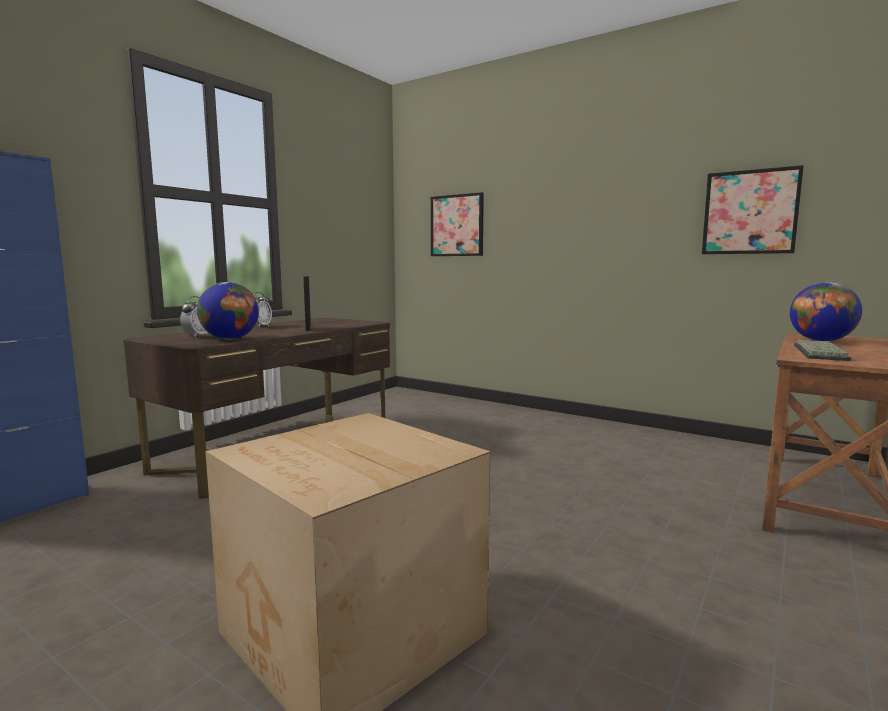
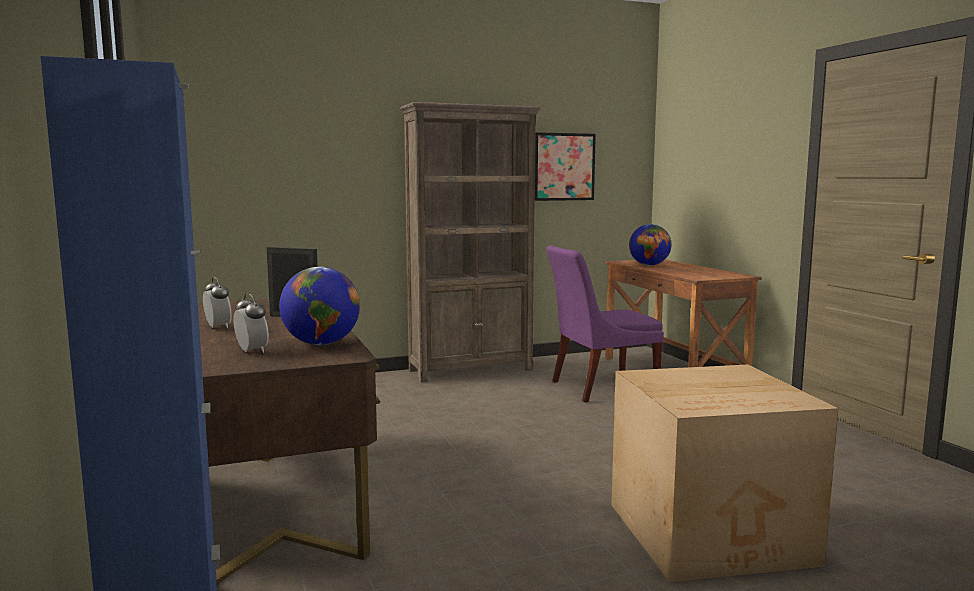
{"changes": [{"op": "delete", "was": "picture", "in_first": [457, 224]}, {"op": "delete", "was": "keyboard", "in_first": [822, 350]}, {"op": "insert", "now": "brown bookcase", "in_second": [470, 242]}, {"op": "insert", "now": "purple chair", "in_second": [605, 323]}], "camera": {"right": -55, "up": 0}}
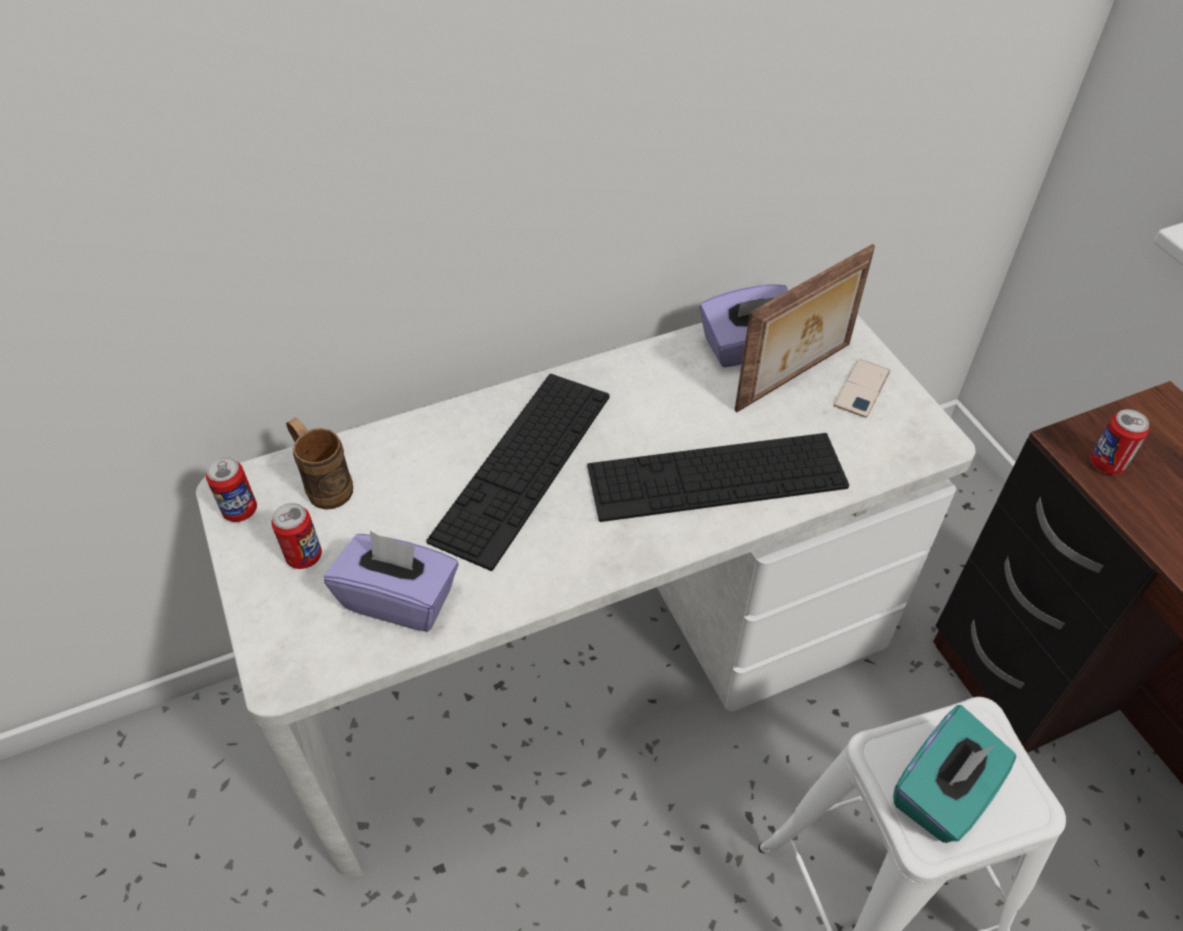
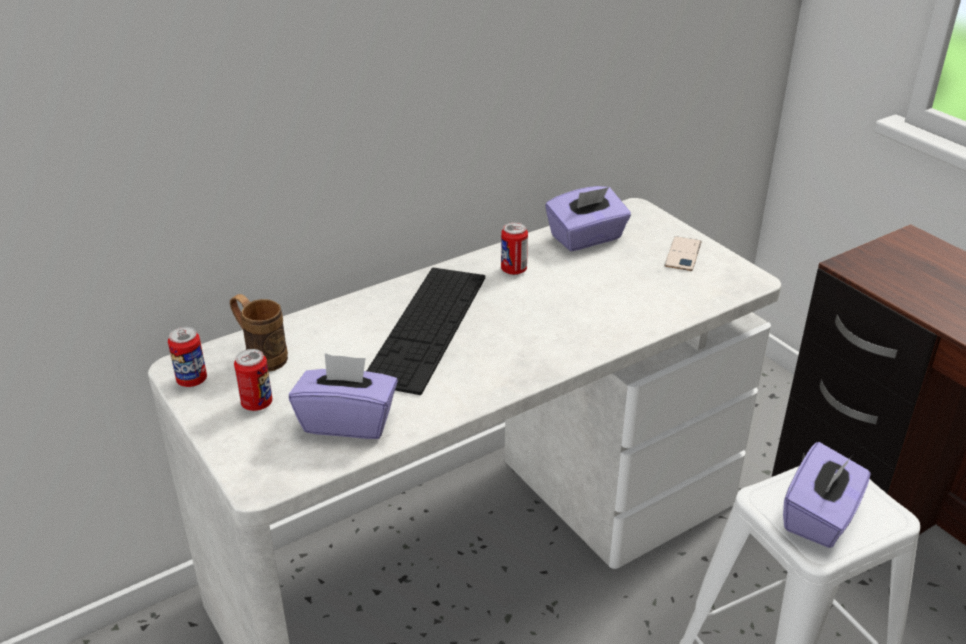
{"changes": [{"op": "delete", "was": "keyboard", "in_first": [718, 477]}, {"op": "delete", "was": "picture frame", "in_first": [804, 328]}, {"op": "move", "was": "can", "in_first": [1119, 442], "in_second": [514, 248]}, {"op": "recolor", "was": "turquoise tissue box", "now": "purple tissue box", "in_first": [955, 774], "in_second": [827, 495]}], "camera": {"right": -10, "up": -15}}
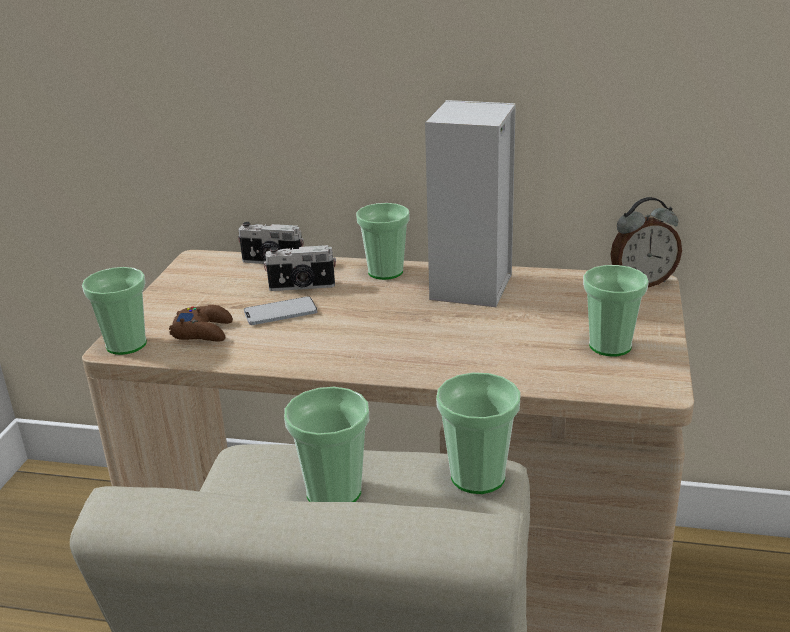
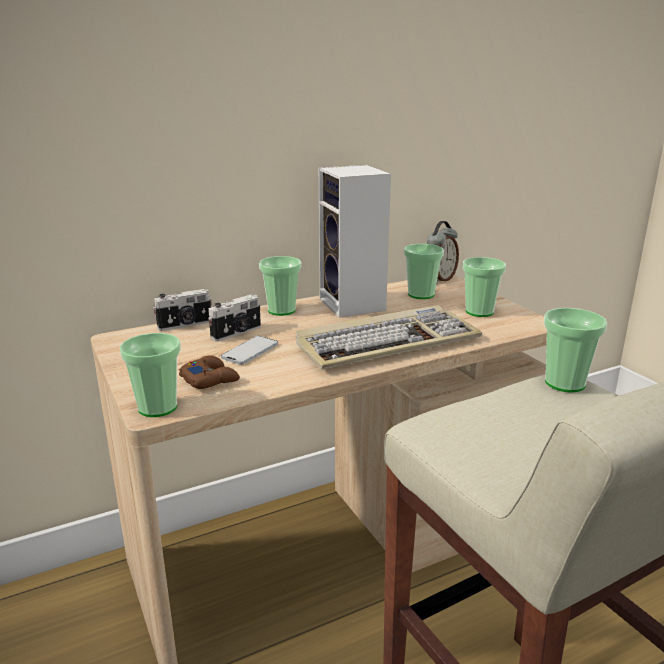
{"changes": [{"op": "insert", "now": "keyboard", "in_second": [389, 337]}, {"op": "move", "was": "cup", "in_first": [326, 444], "in_second": [424, 271]}], "camera": {"right": -40, "up": -5}}
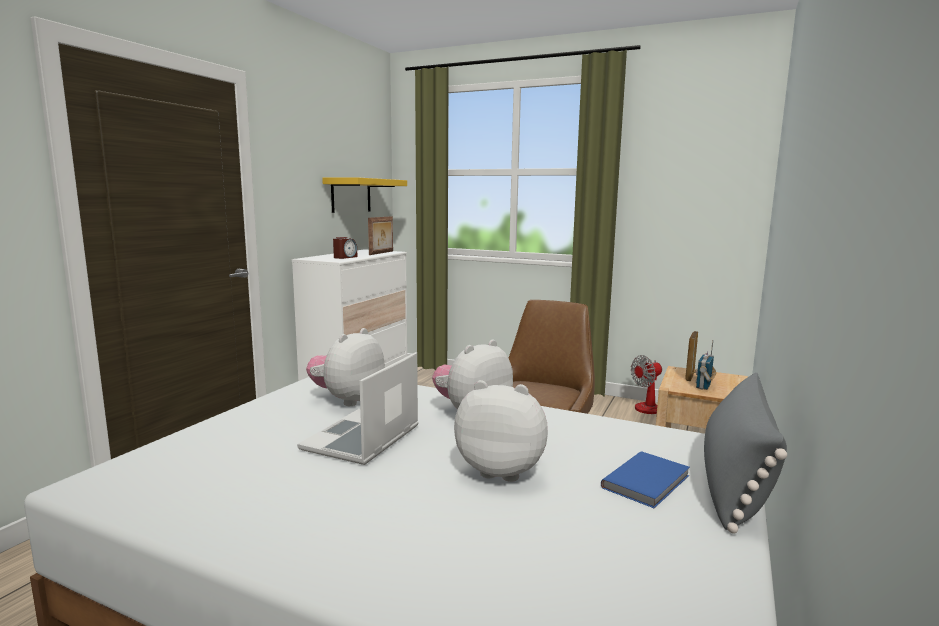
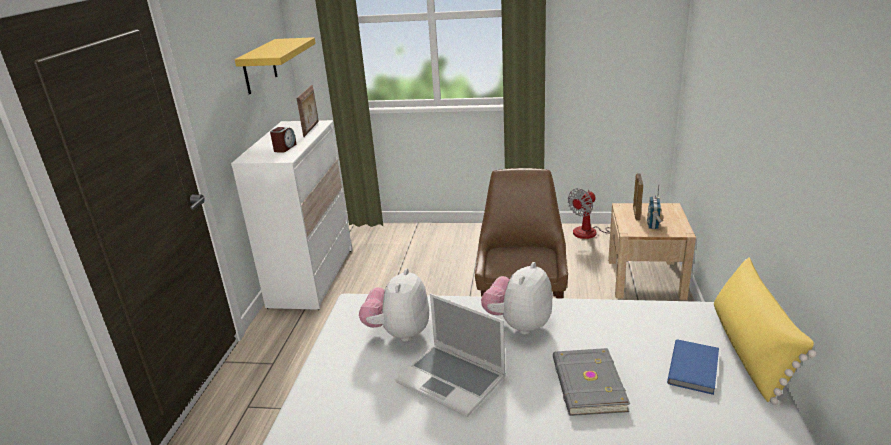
{"changes": [{"op": "replace", "was": "plush toy", "now": "grey book", "in_first": [501, 431], "in_second": [591, 382]}, {"op": "recolor", "was": "grey pillow", "now": "yellow pillow", "in_first": [745, 453], "in_second": [765, 331]}, {"op": "rotate", "was": "laptop", "in_first": [357, 408], "in_second": [450, 355], "clockwise": -60}], "camera": {"right": -15, "up": 15}}
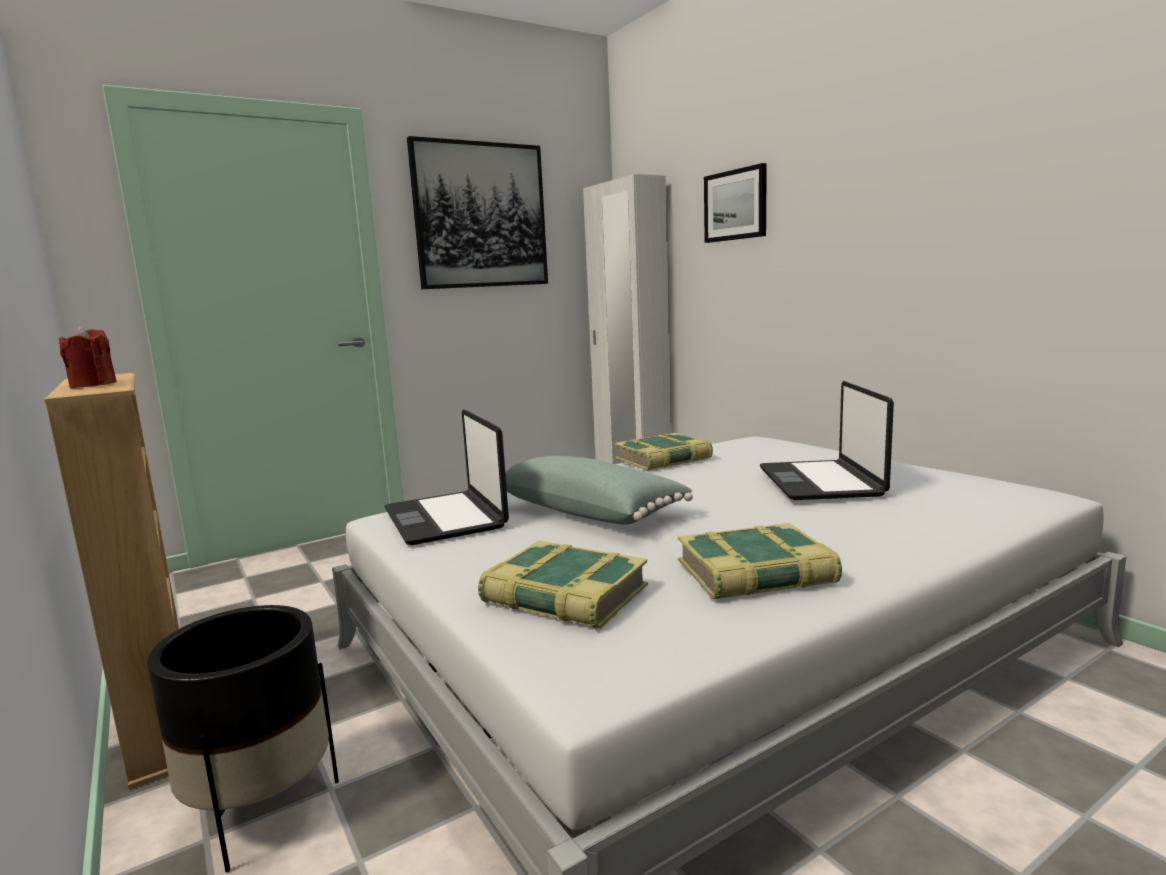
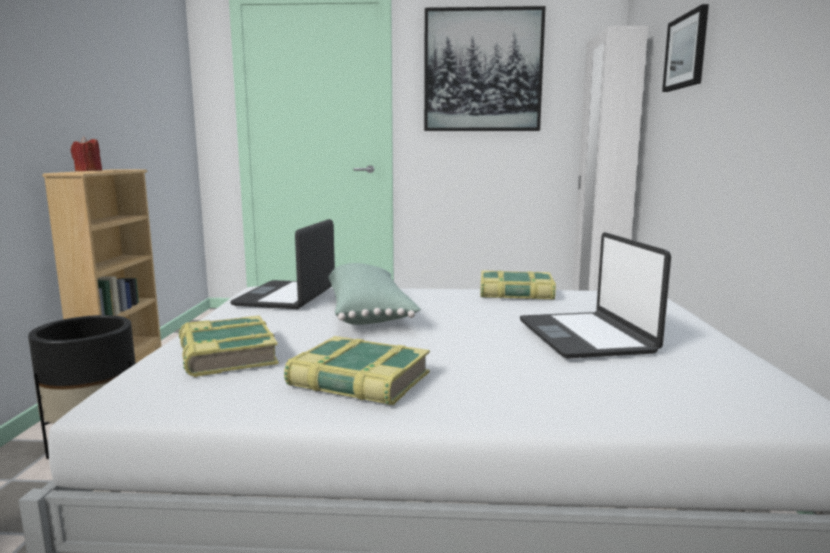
{"changes": [{"op": "rotate", "was": "laptop", "in_first": [827, 440], "in_second": [595, 295], "clockwise": -45}], "camera": {"right": 35, "up": 0}}
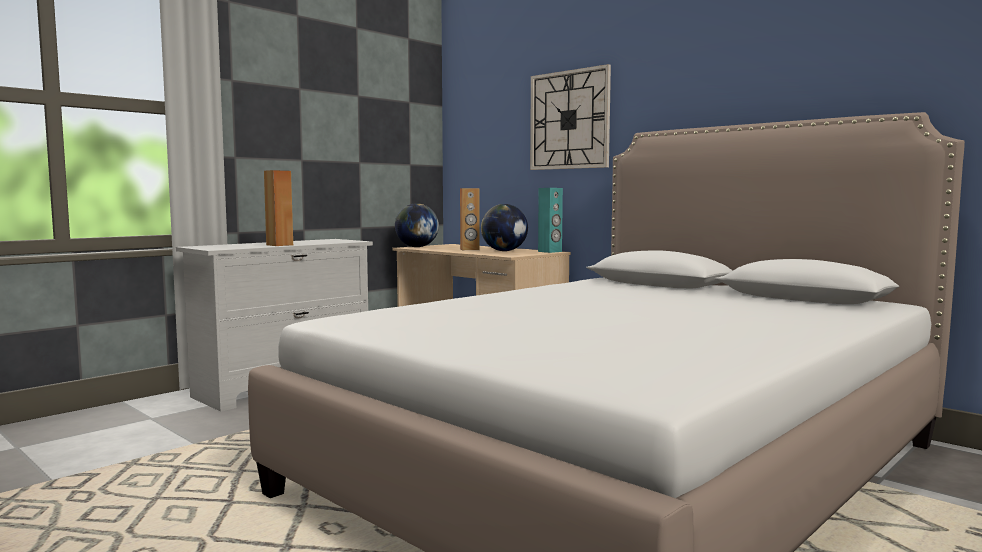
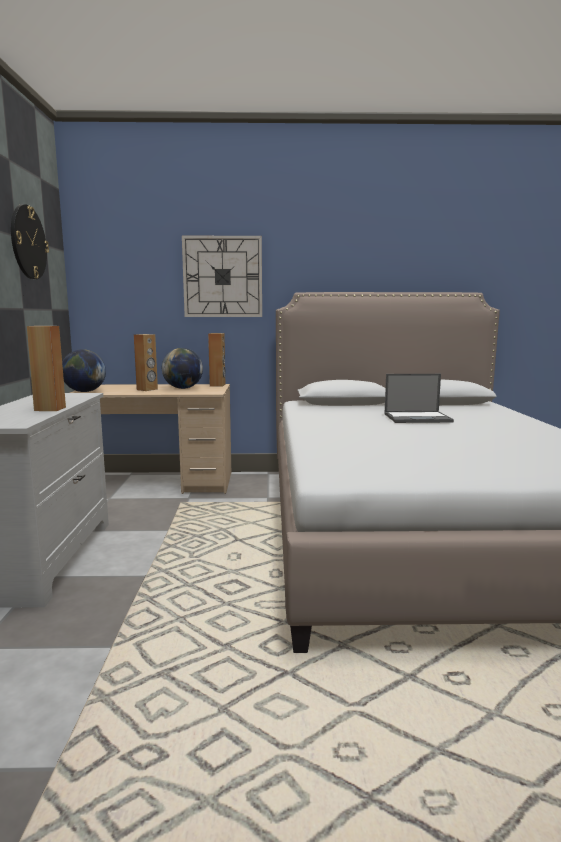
{"changes": [{"op": "insert", "now": "wall clock", "in_second": [30, 241]}, {"op": "insert", "now": "laptop", "in_second": [419, 398]}, {"op": "recolor", "was": "turquoise speaker", "now": "brown speaker", "in_first": [550, 220], "in_second": [217, 360]}], "camera": {"right": -45, "up": 5}}
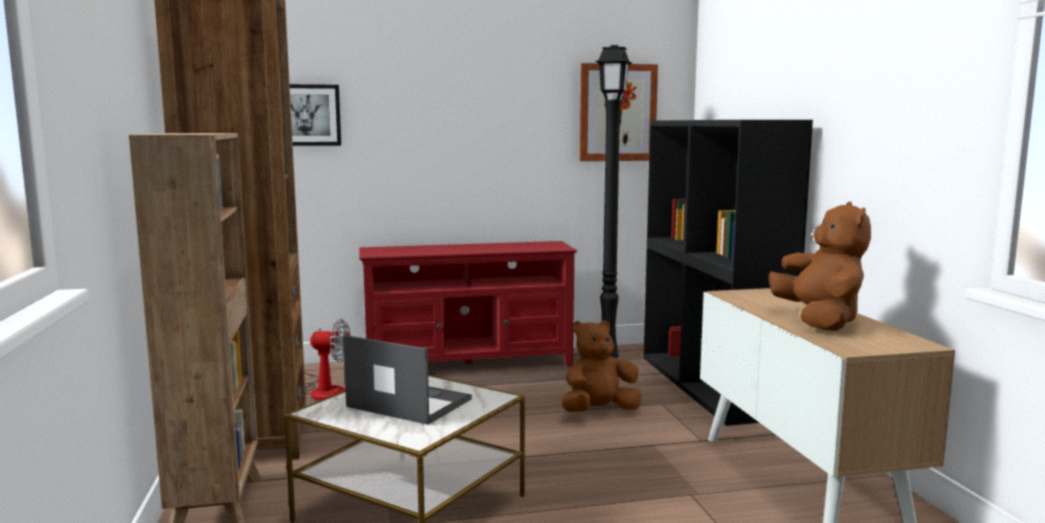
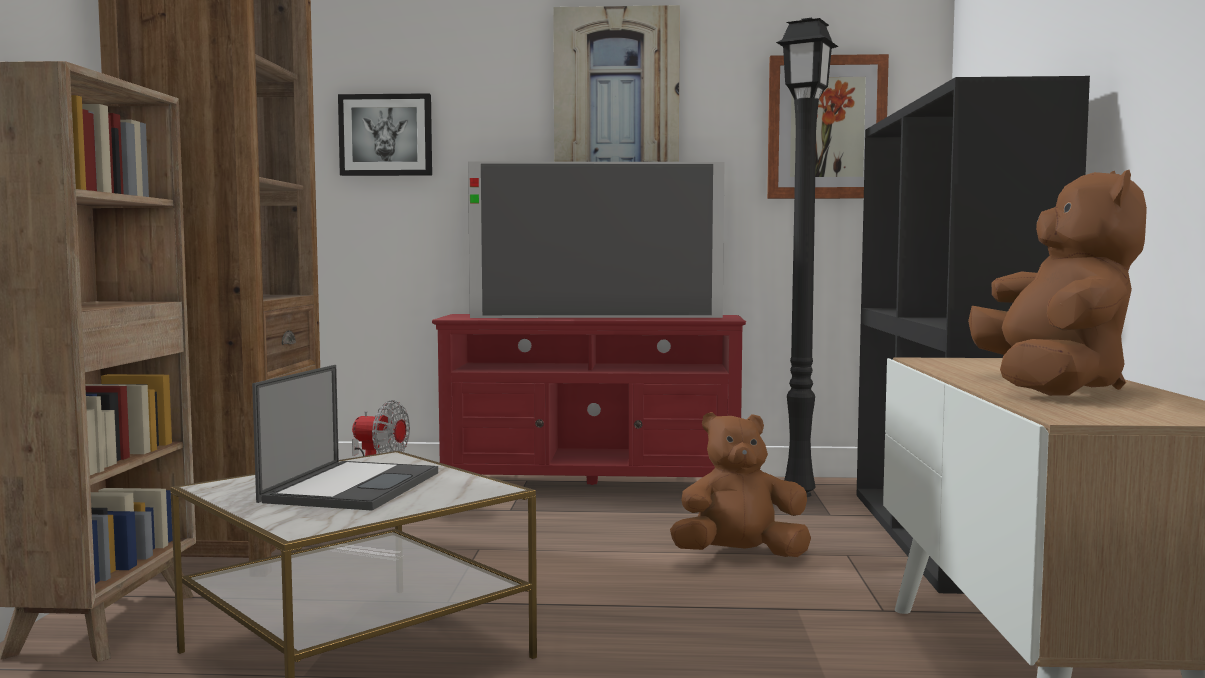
{"changes": [{"op": "insert", "now": "television", "in_second": [596, 240]}, {"op": "insert", "now": "picture", "in_second": [616, 83]}, {"op": "rotate", "was": "laptop", "in_first": [407, 380], "in_second": [345, 438], "clockwise": 60}], "camera": {"right": 15, "up": -5}}
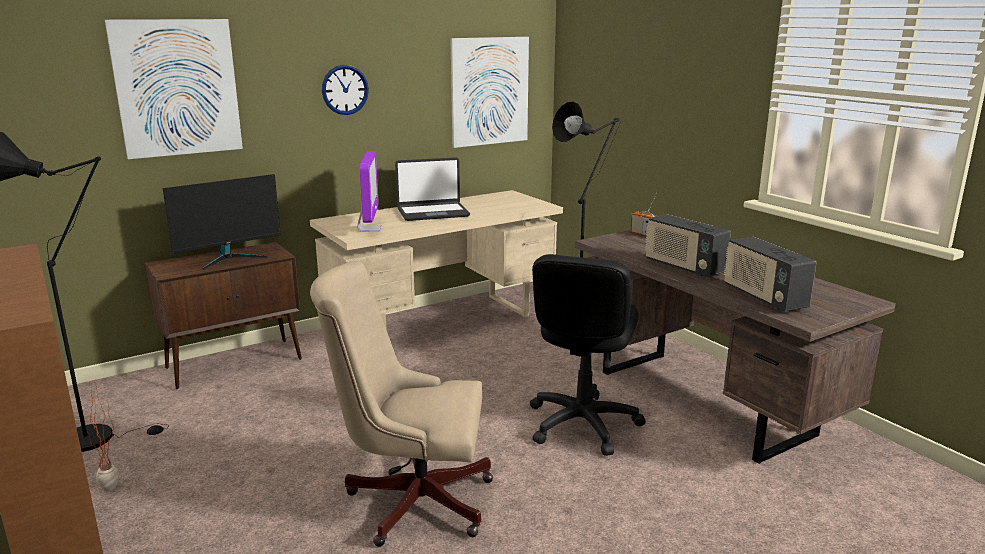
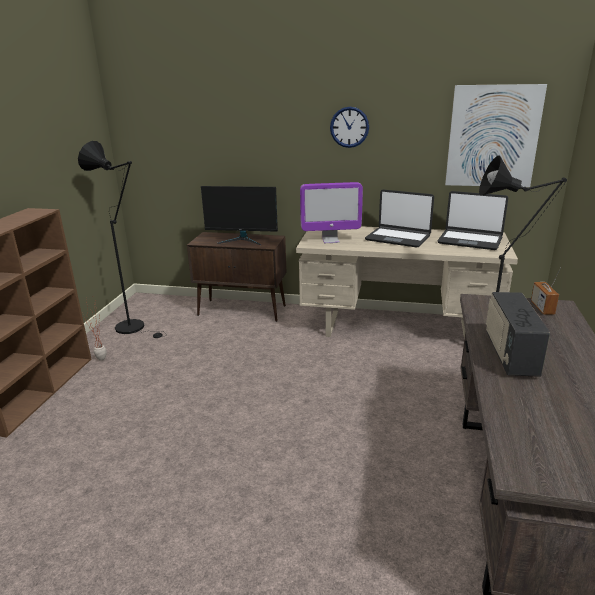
{"changes": [{"op": "delete", "was": "picture", "in_first": [174, 89]}, {"op": "delete", "was": "beige office chair", "in_first": [401, 404]}, {"op": "delete", "was": "black office chair", "in_first": [588, 355]}, {"op": "delete", "was": "radio", "in_first": [770, 274]}, {"op": "insert", "now": "laptop", "in_second": [472, 220]}, {"op": "rotate", "was": "monitor", "in_first": [369, 191], "in_second": [331, 212], "clockwise": 45}], "camera": {"right": 45, "up": 5}}
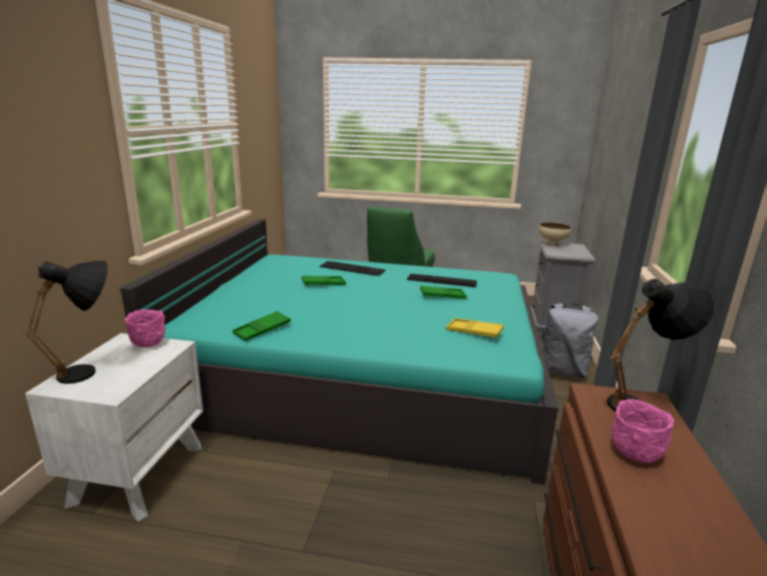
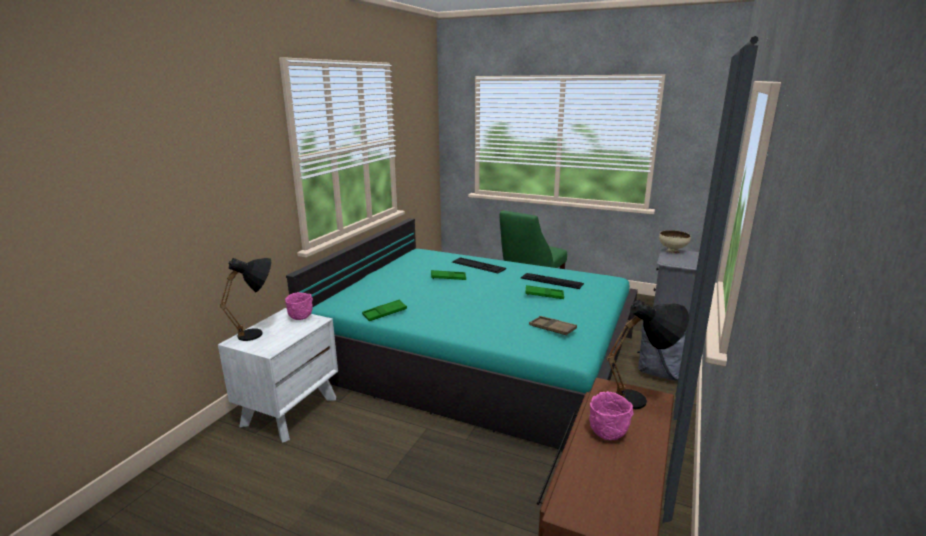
{"changes": [{"op": "recolor", "was": "yellow tray", "now": "brown tray", "in_first": [475, 328], "in_second": [553, 326]}], "camera": {"right": 15, "up": 0}}
